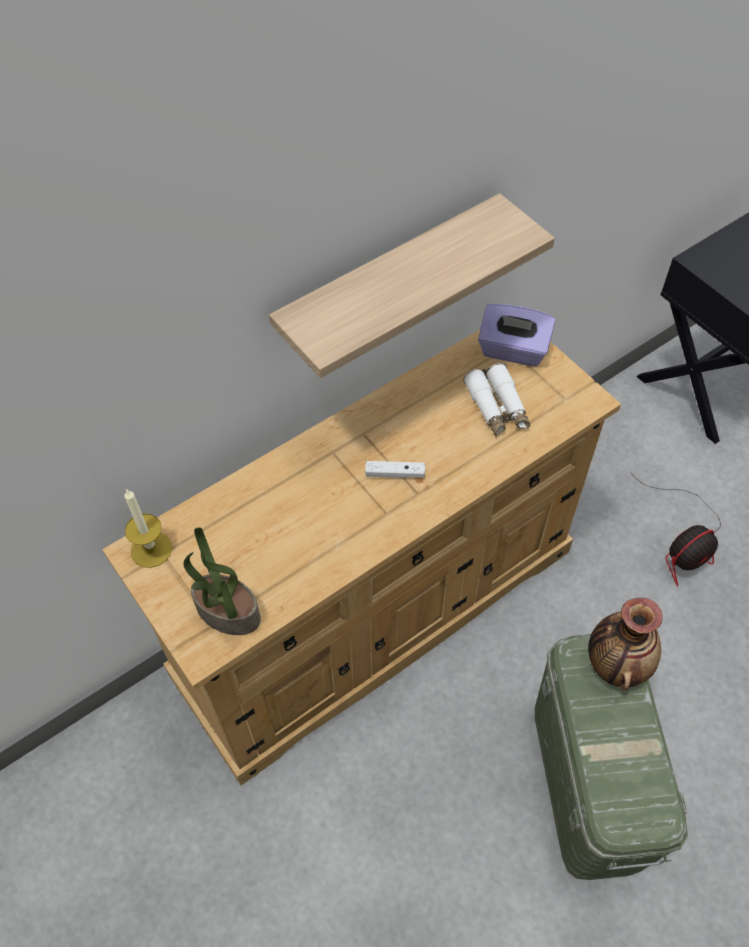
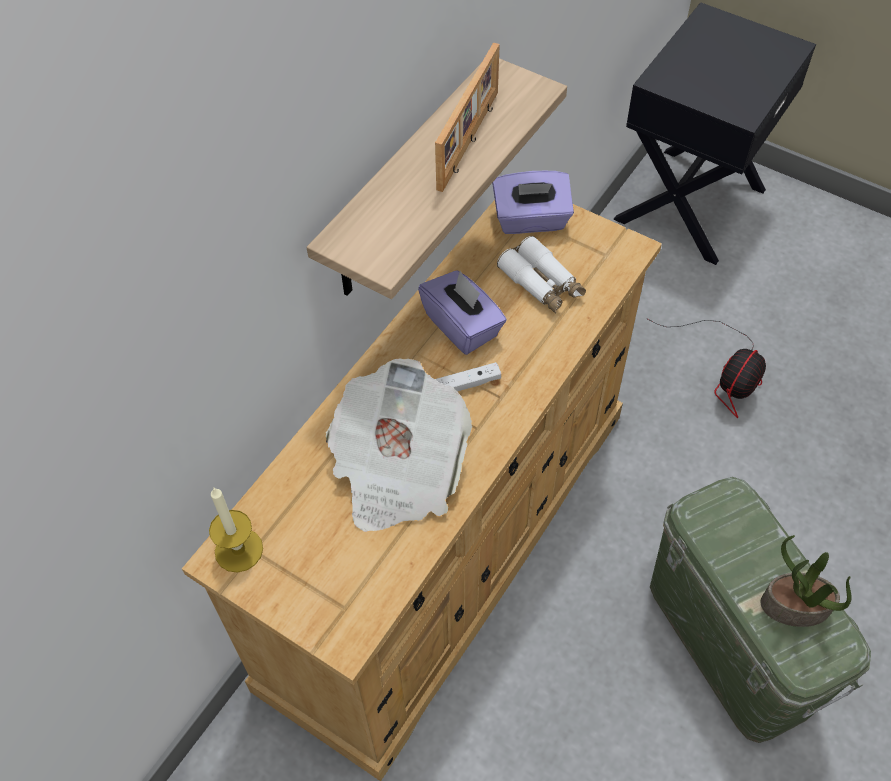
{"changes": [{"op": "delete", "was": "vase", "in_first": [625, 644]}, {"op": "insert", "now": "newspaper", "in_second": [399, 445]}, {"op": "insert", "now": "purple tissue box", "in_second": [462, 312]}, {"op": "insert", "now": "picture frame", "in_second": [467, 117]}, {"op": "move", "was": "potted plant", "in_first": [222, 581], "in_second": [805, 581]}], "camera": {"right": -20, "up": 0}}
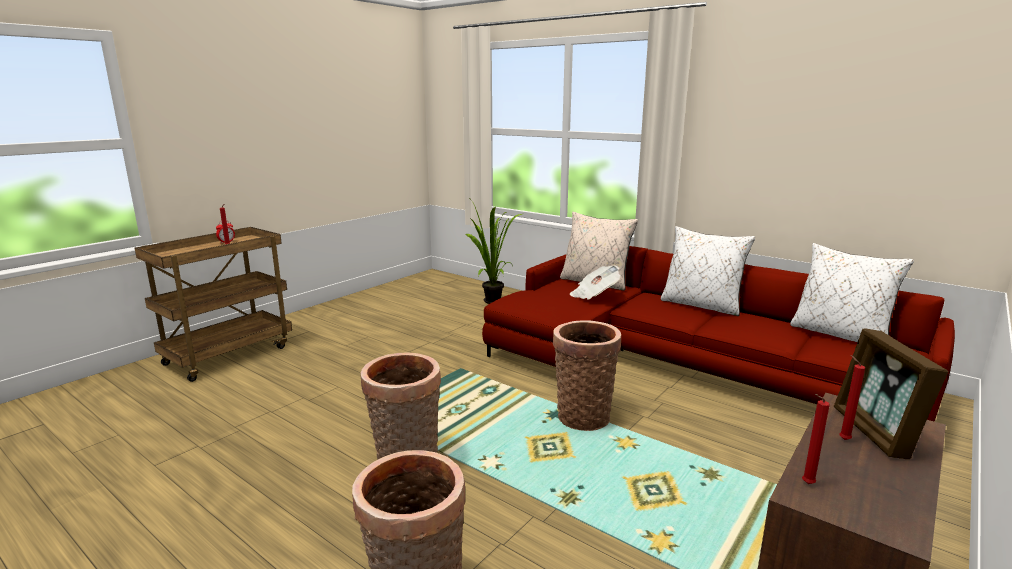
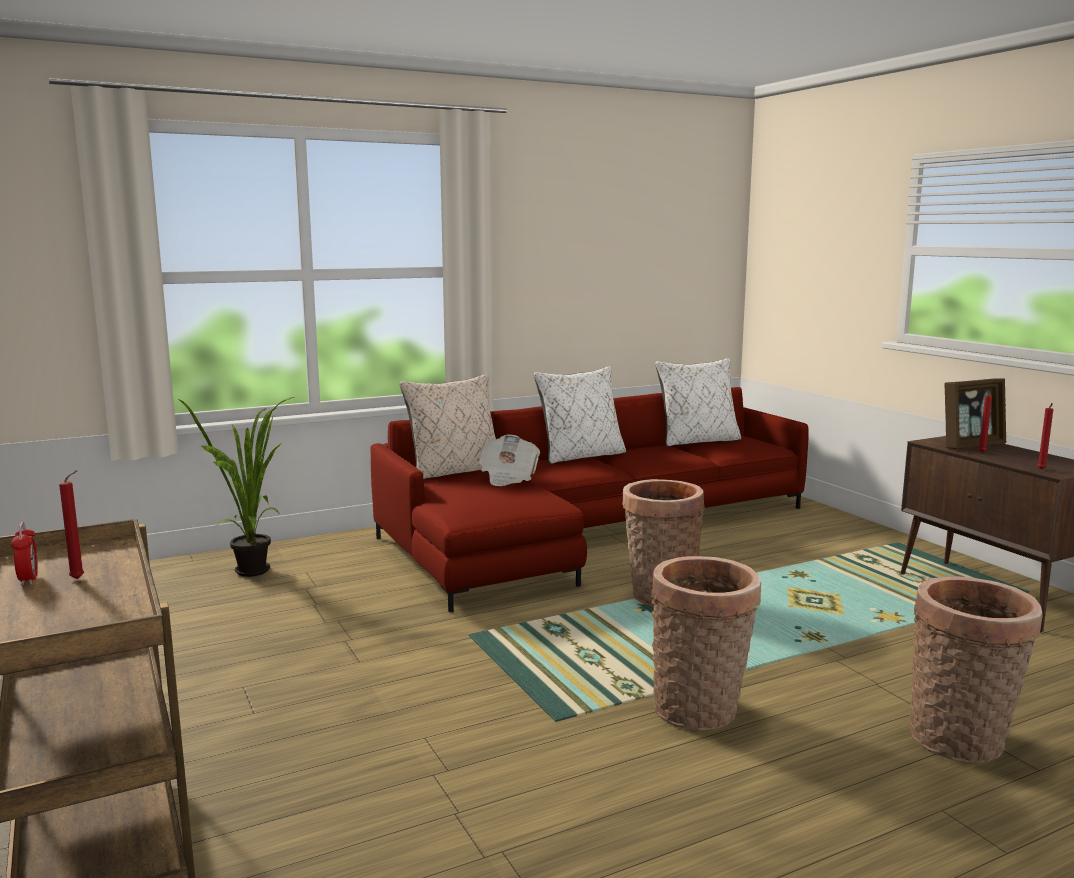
{"changes": [{"op": "rotate", "was": "picture frame", "in_first": [891, 393], "in_second": [975, 413], "clockwise": -45}], "camera": {"right": -65, "up": -5}}
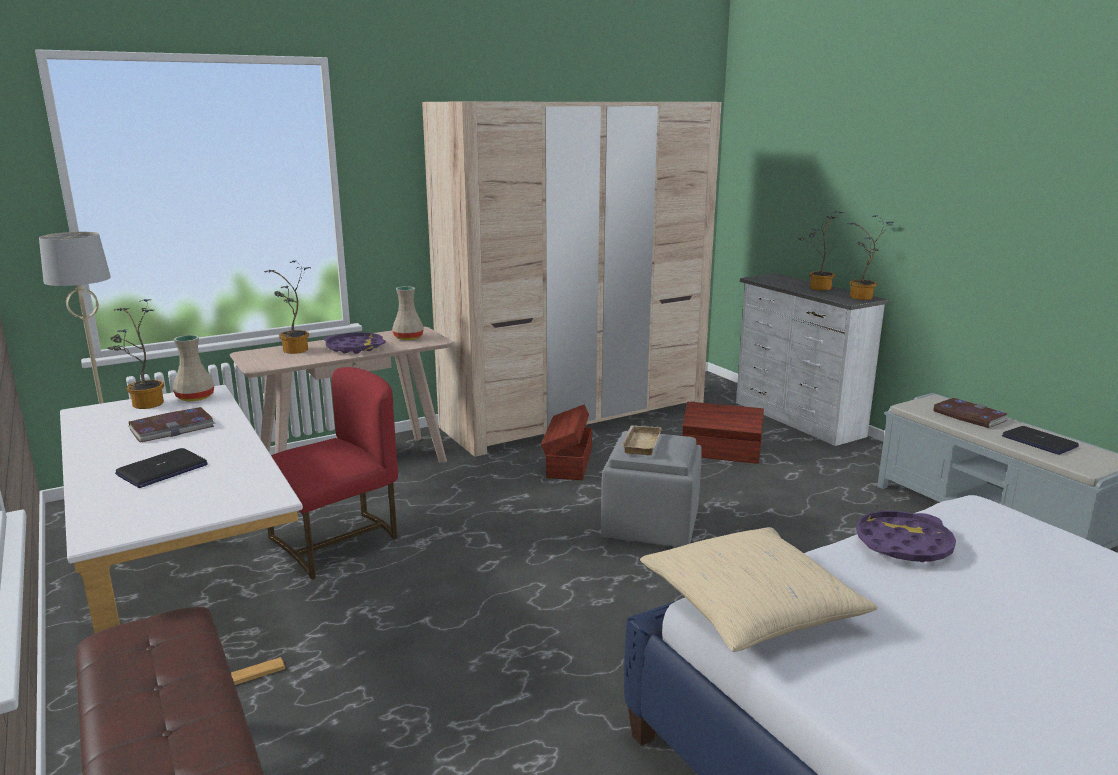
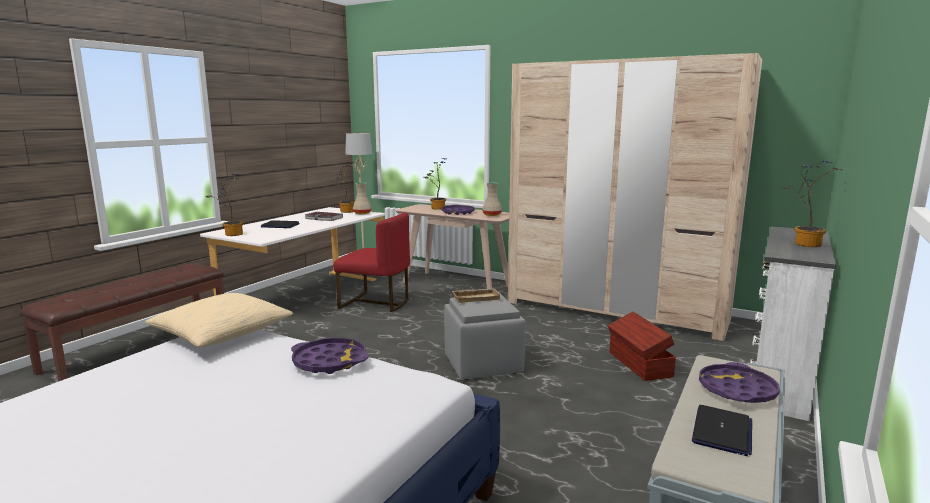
{"changes": [{"op": "delete", "was": "brown storage box", "in_first": [566, 442]}, {"op": "move", "was": "potted plant", "in_first": [870, 257], "in_second": [224, 205]}, {"op": "replace", "was": "book", "now": "purple tray", "in_first": [970, 413], "in_second": [739, 382]}], "camera": {"right": 60, "up": -5}}
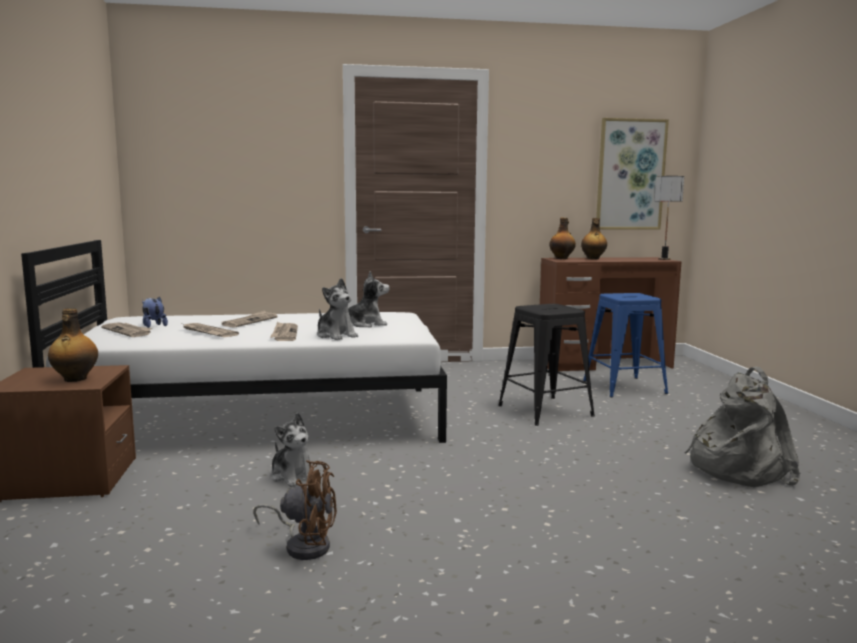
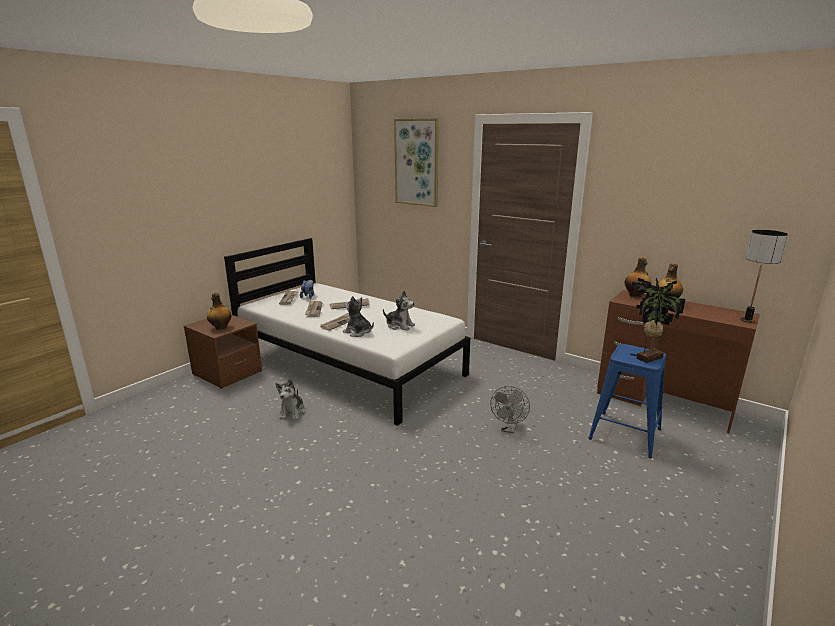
{"changes": [{"op": "delete", "was": "brown fan", "in_first": [295, 510]}, {"op": "delete", "was": "grey backpack", "in_first": [743, 426]}, {"op": "insert", "now": "potted plant", "in_second": [658, 320]}, {"op": "move", "was": "picture", "in_first": [632, 173], "in_second": [416, 162]}, {"op": "replace", "was": "black stool", "now": "grey fan", "in_first": [546, 365], "in_second": [510, 410]}, {"op": "rotate", "was": "plush toy", "in_first": [337, 309], "in_second": [358, 316], "clockwise": 120}], "camera": {"right": 45, "up": 10}}
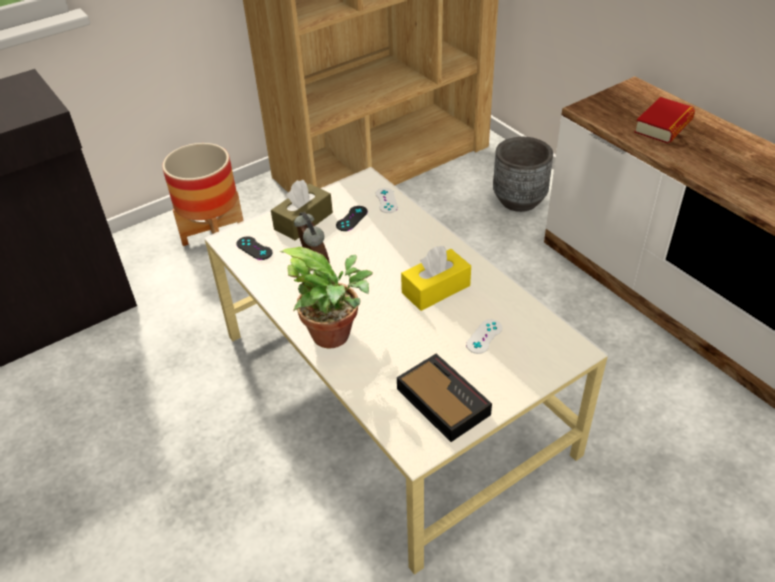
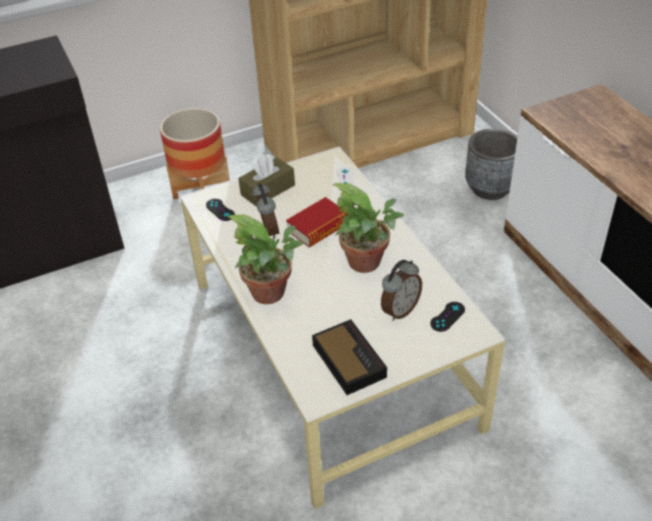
{"changes": [{"op": "move", "was": "black game controller", "in_first": [352, 218], "in_second": [447, 317]}, {"op": "move", "was": "book", "in_first": [664, 120], "in_second": [316, 222]}, {"op": "replace", "was": "yellow tissue box", "now": "potted plant", "in_first": [436, 278], "in_second": [368, 228]}, {"op": "replace", "was": "white game controller", "now": "alarm clock", "in_first": [484, 336], "in_second": [401, 290]}], "camera": {"right": 10, "up": 0}}
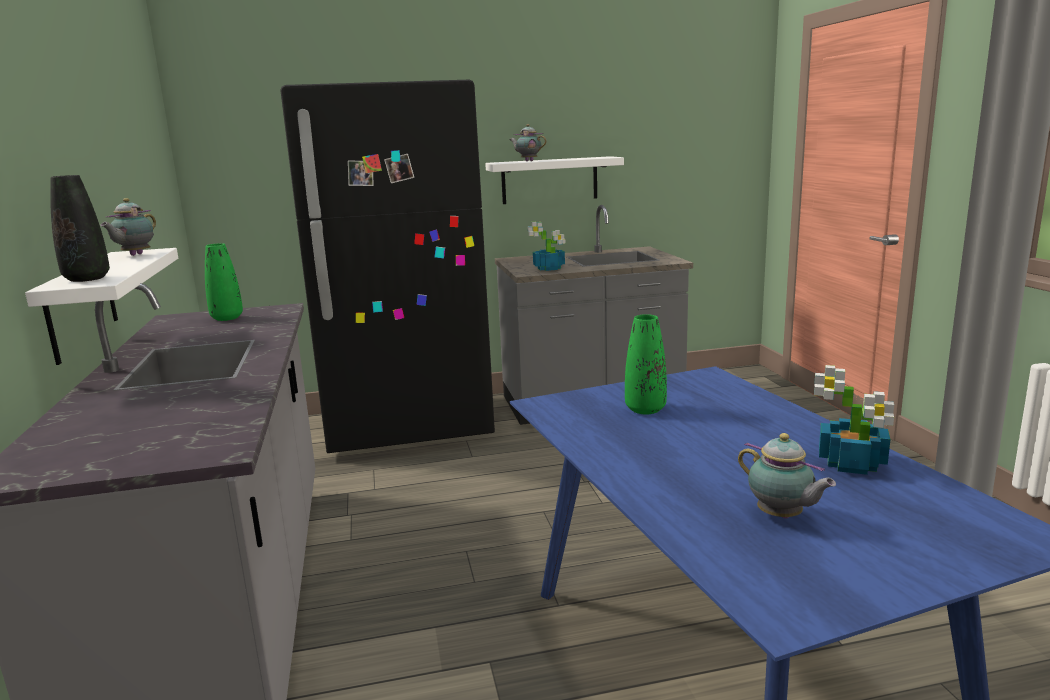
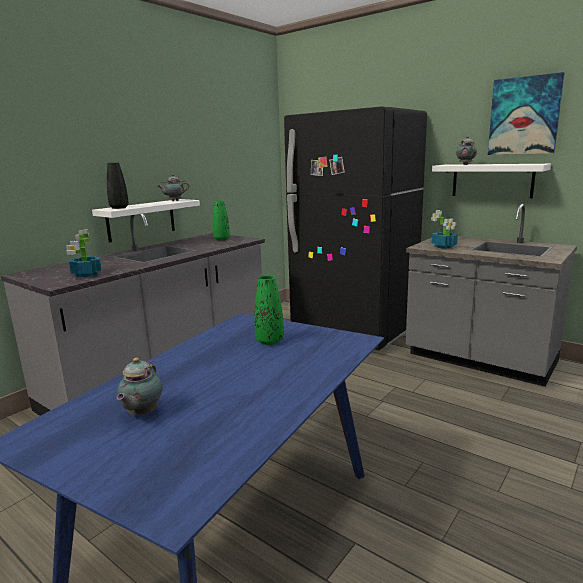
{"changes": [{"op": "insert", "now": "picture", "in_second": [526, 113]}, {"op": "move", "was": "potted plant", "in_first": [854, 420], "in_second": [83, 253]}], "camera": {"right": 50, "up": 0}}
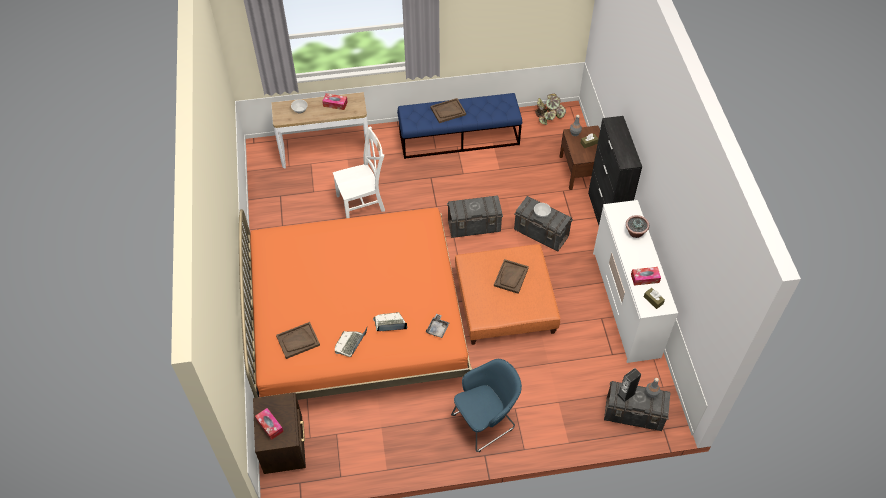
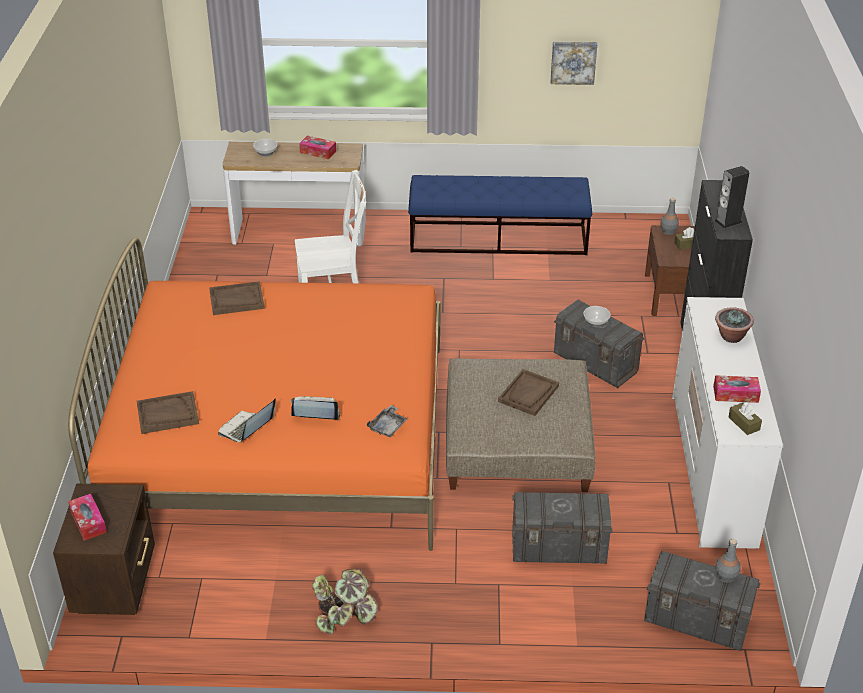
{"changes": [{"op": "delete", "was": "blue armchair", "in_first": [486, 405]}, {"op": "insert", "now": "picture", "in_second": [573, 63]}, {"op": "move", "was": "brown tray", "in_first": [448, 110], "in_second": [237, 298]}, {"op": "move", "was": "grey storage box", "in_first": [475, 216], "in_second": [562, 528]}, {"op": "move", "was": "potted plant", "in_first": [550, 109], "in_second": [345, 601]}, {"op": "move", "was": "speaker", "in_first": [629, 385], "in_second": [732, 197]}, {"op": "recolor", "was": "orange ottoman", "now": "beige ottoman", "in_first": [507, 294], "in_second": [520, 425]}], "camera": {"right": 10, "up": -15}}
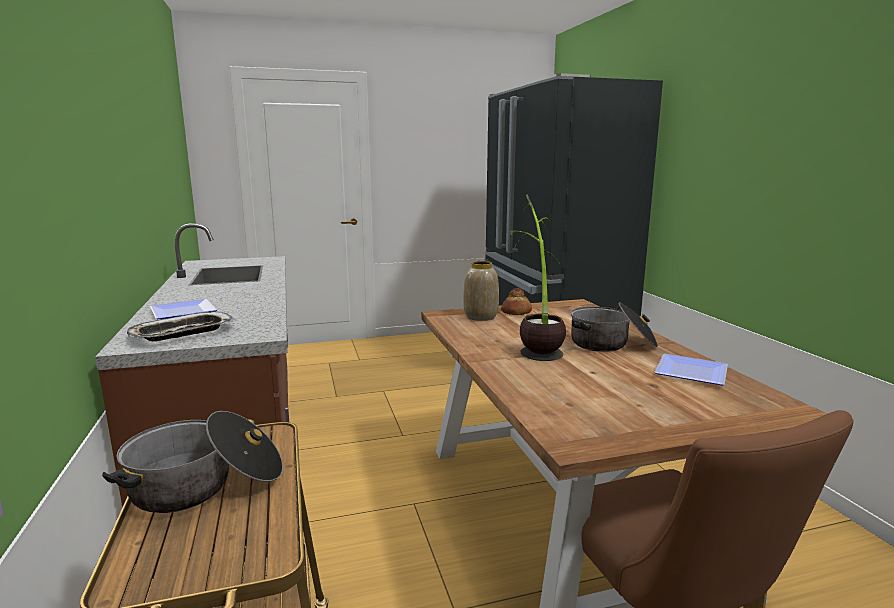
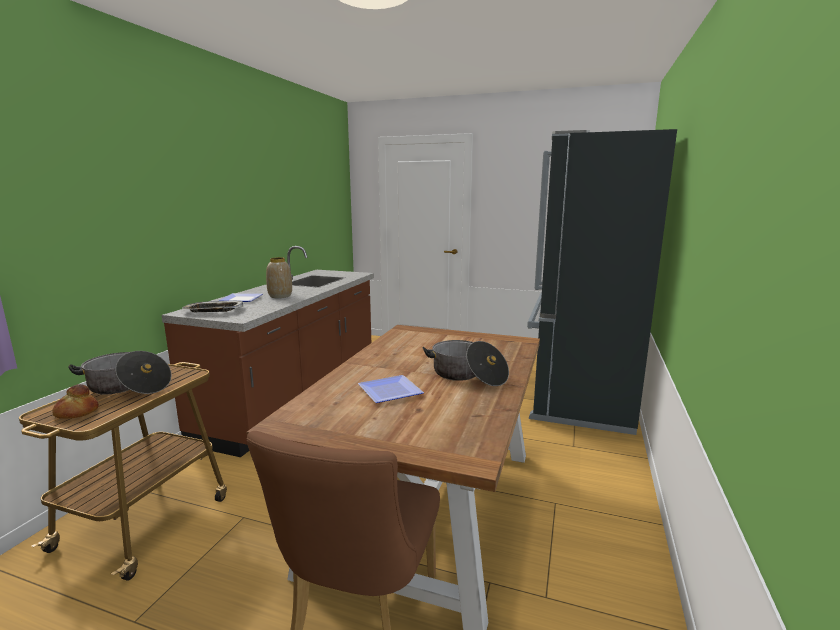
{"changes": [{"op": "delete", "was": "potted plant", "in_first": [536, 277]}, {"op": "move", "was": "vase", "in_first": [481, 291], "in_second": [279, 277]}, {"op": "move", "was": "bread", "in_first": [516, 301], "in_second": [75, 401]}, {"op": "move", "was": "plate", "in_first": [691, 369], "in_second": [391, 389]}], "camera": {"right": 35, "up": 0}}
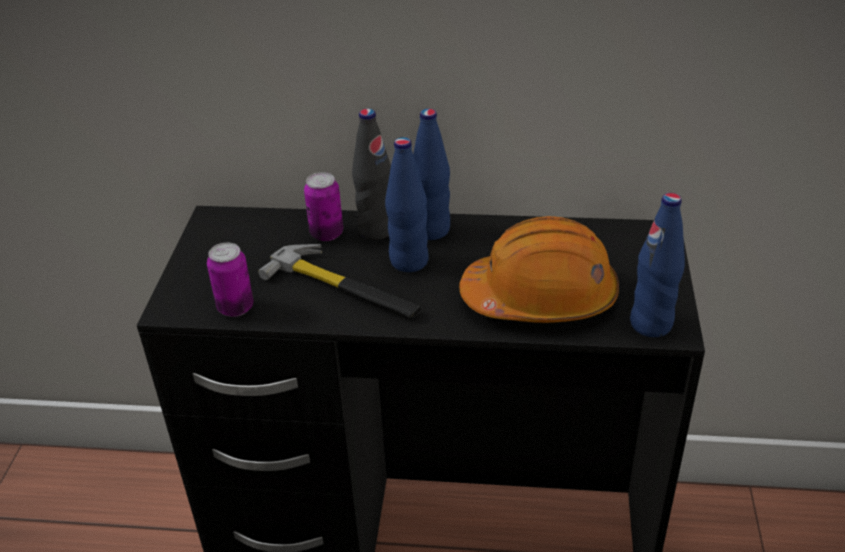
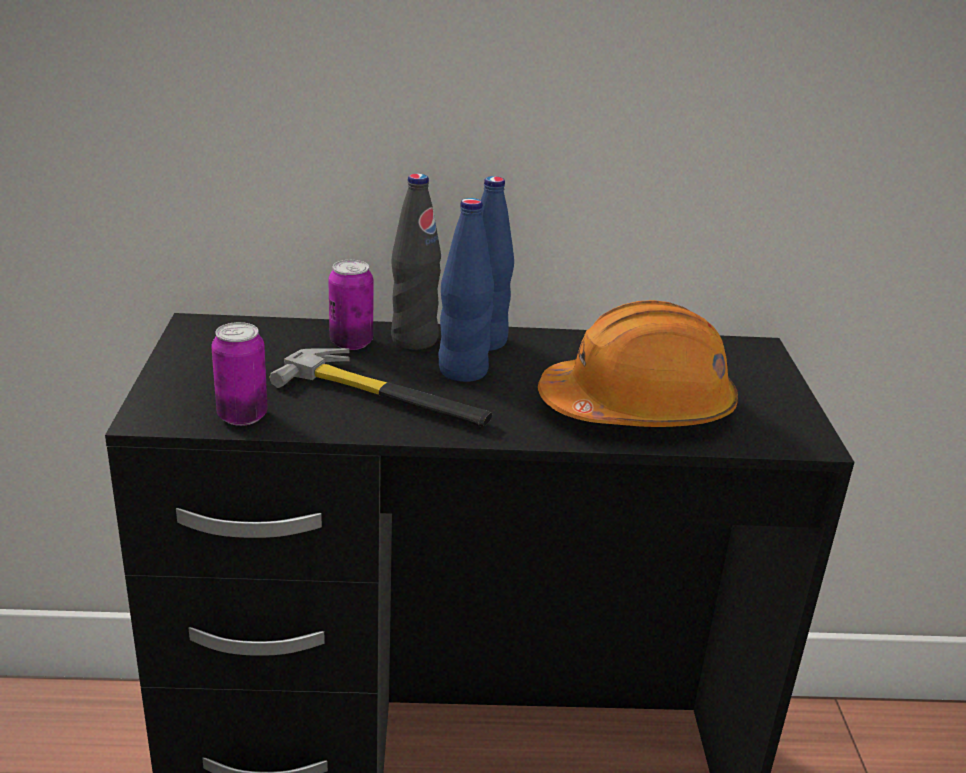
{"changes": [{"op": "delete", "was": "blue bottle", "in_first": [657, 265]}], "camera": {"right": -10, "up": -10}}
